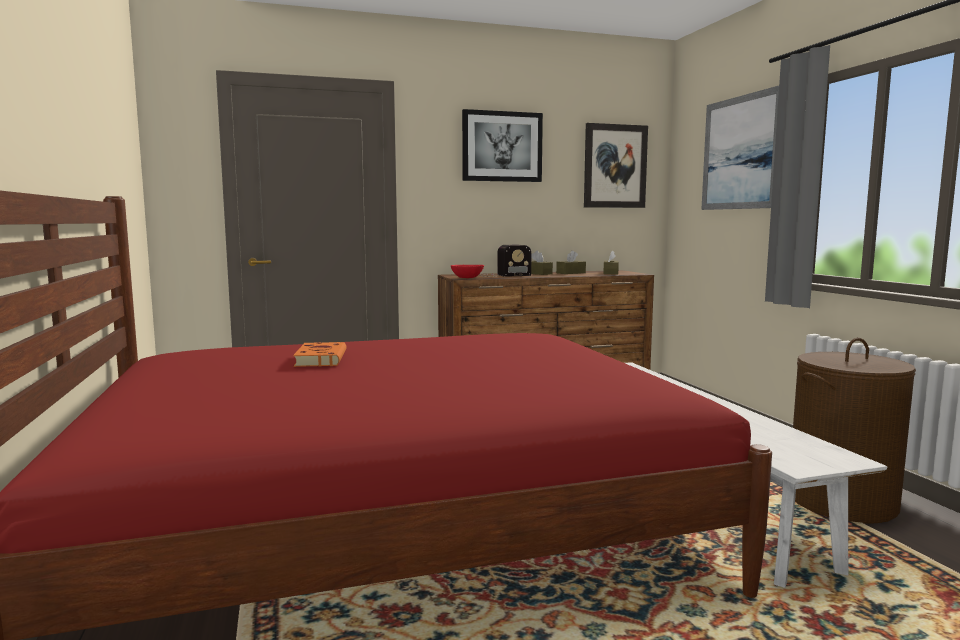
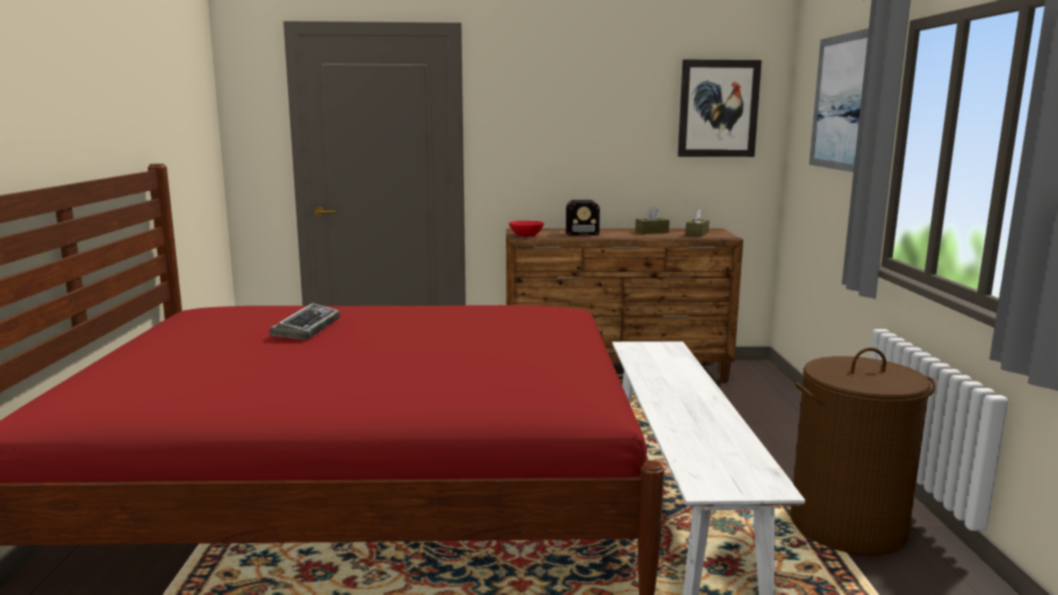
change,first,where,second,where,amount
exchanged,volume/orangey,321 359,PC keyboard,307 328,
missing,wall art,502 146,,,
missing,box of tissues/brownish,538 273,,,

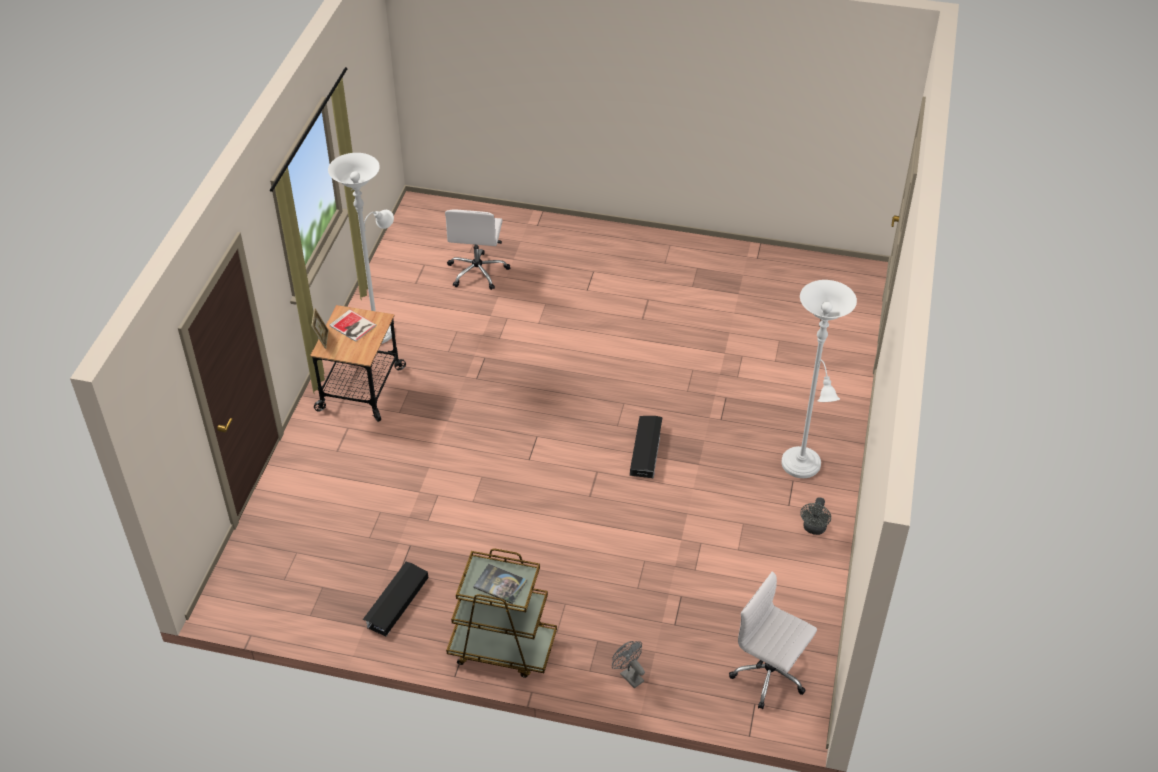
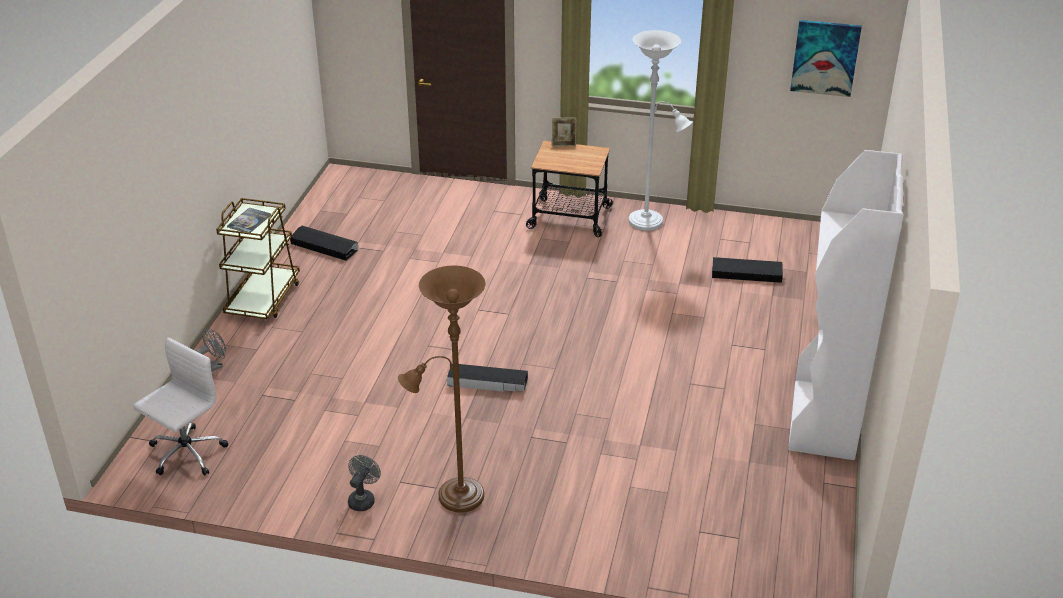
change,first,where,second,where,amount
missing,volume,353 326,,,
exchanged,office chair/whitish,478 271,storage container/black,746 274,
colour,standard lamp/whitish,802 467,standard lamp/brownish,455 497,
spun,fan/grey,814 529,,363 499,90 degrees clockwise
appeared,,,bookshelf/whitish,824 421,
appeared,,,wall art,825 58,

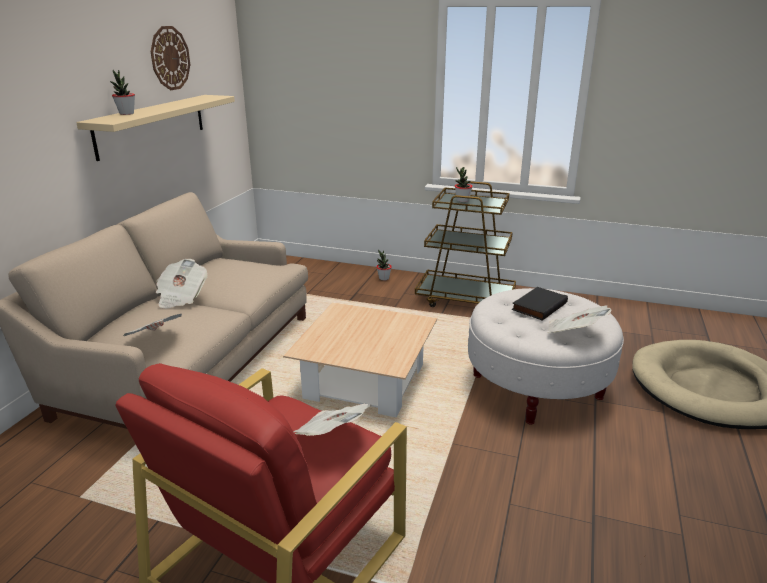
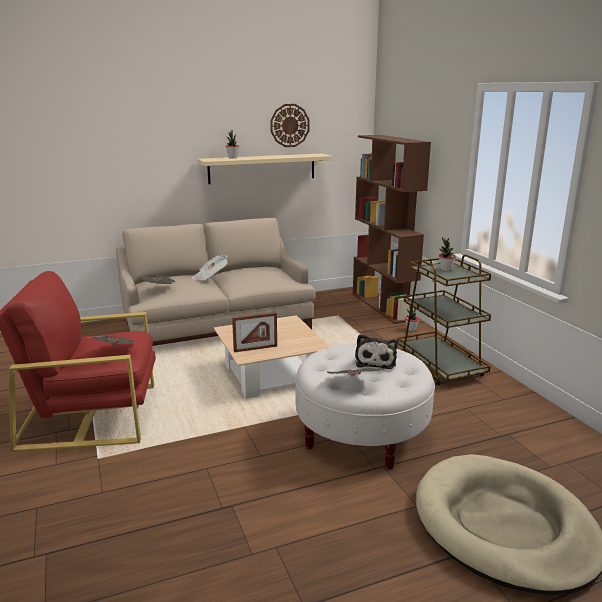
change,first,where,second,where,amount
exchanged,volume/black,538 306,plush toy,375 361,
appeared,,,standing frame,255 349,
appeared,,,bookshelf/brownish,383 306,

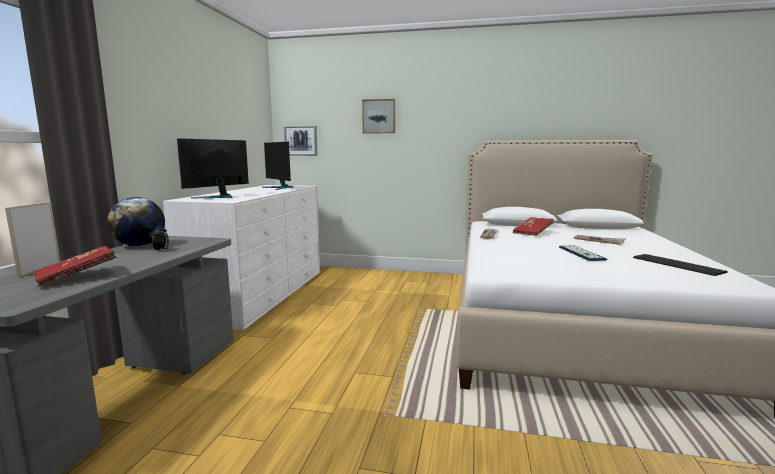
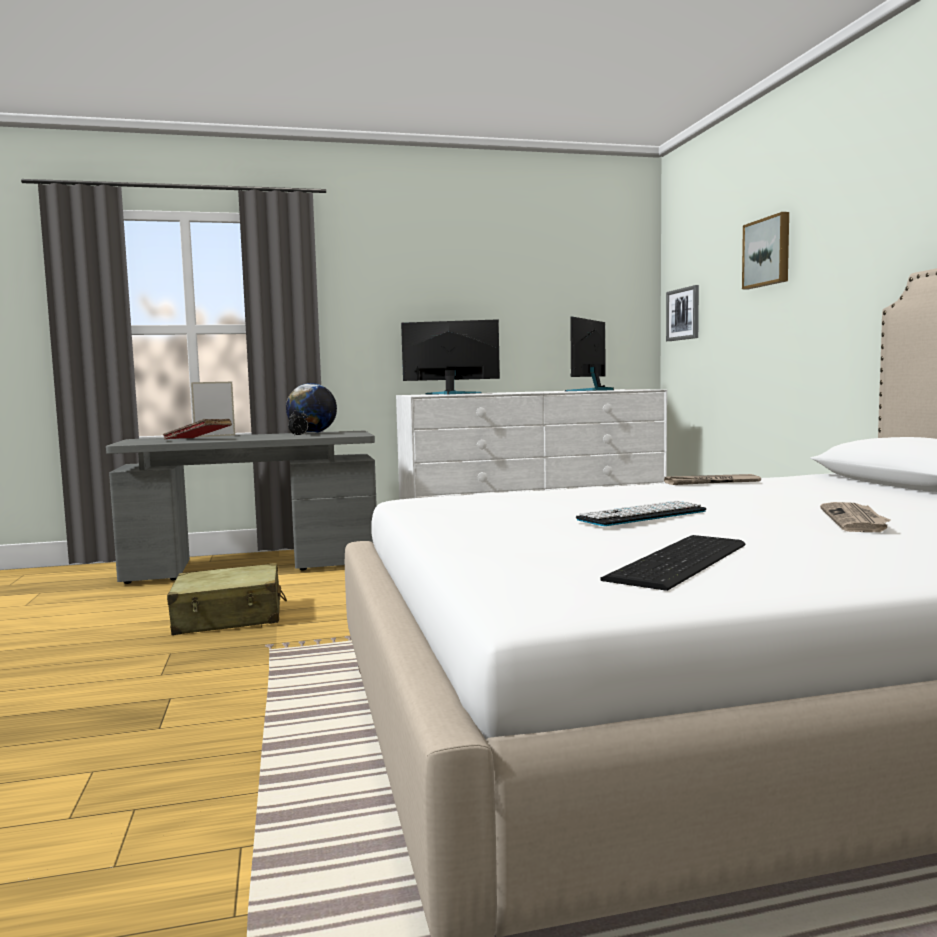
change,first,where,second,where,amount
missing,volume/reddish,533 233,,,
appeared,,,piece of luggage/beige-coloured,229 618,

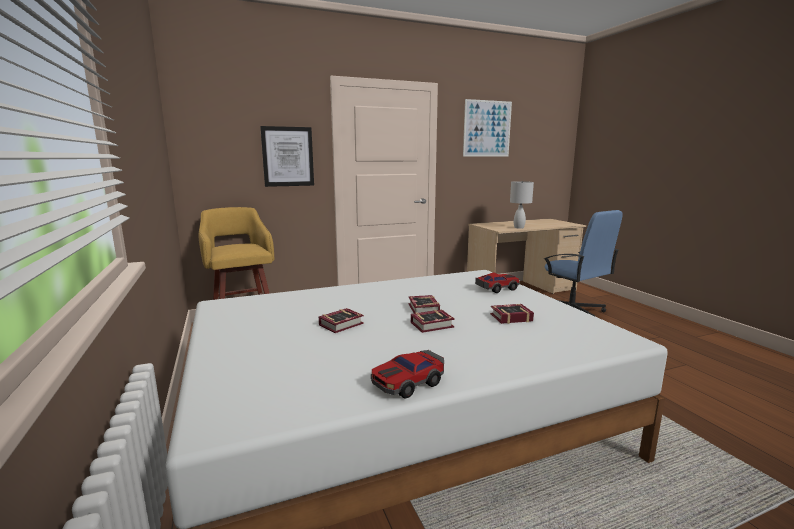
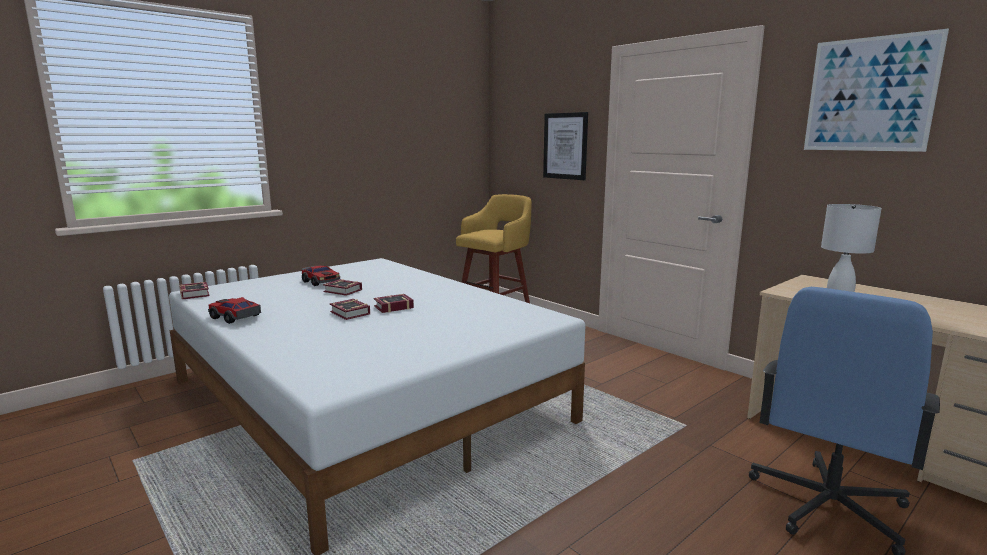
change,first,where,second,where,amount
relocated,miniature car,496 288,,321 281,
relocated,volume,509 317,,196 293,

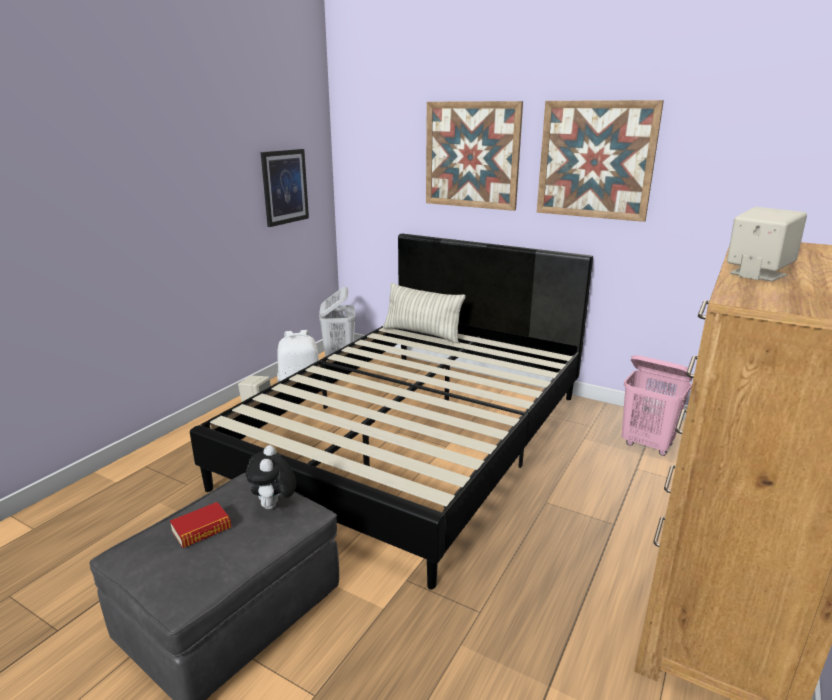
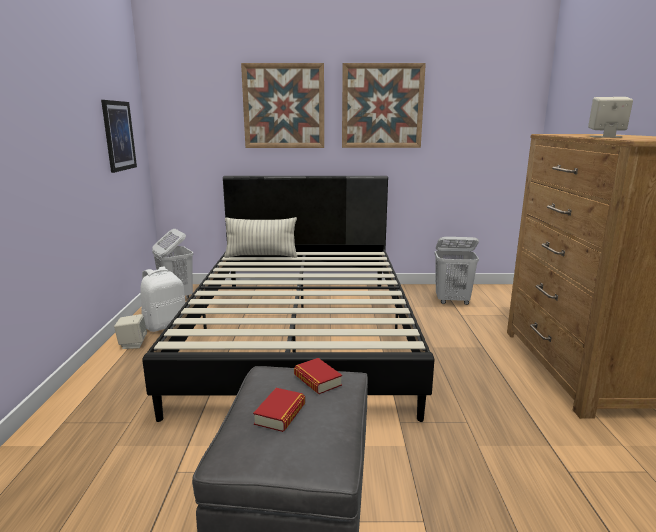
change,first,where,second,where,amount
exchanged,plush toy,274 506,volume,317 380,
colour,hamper/pink-coloured,647 445,hamper/whitish,452 301,

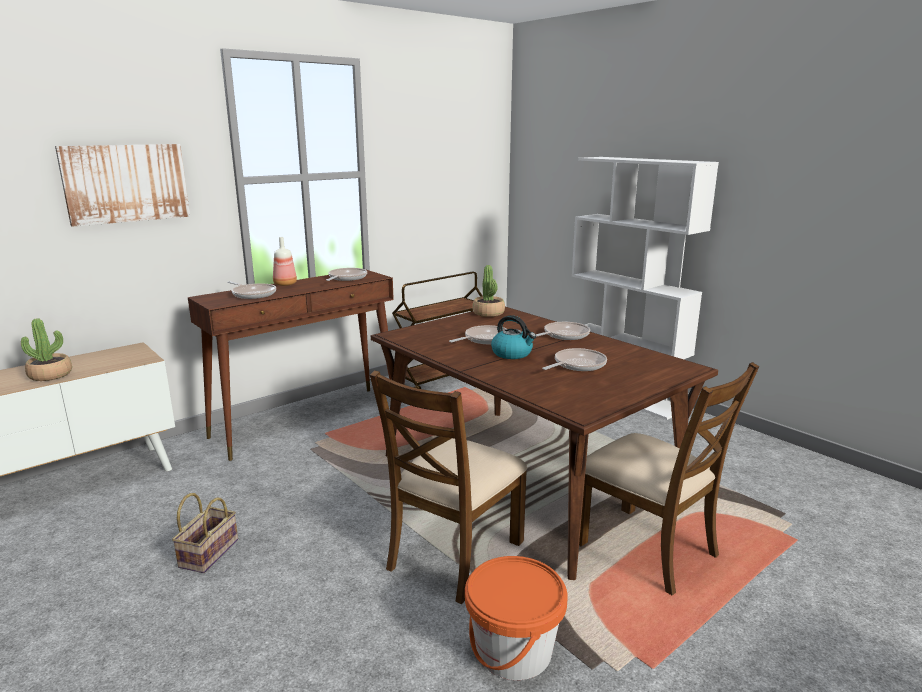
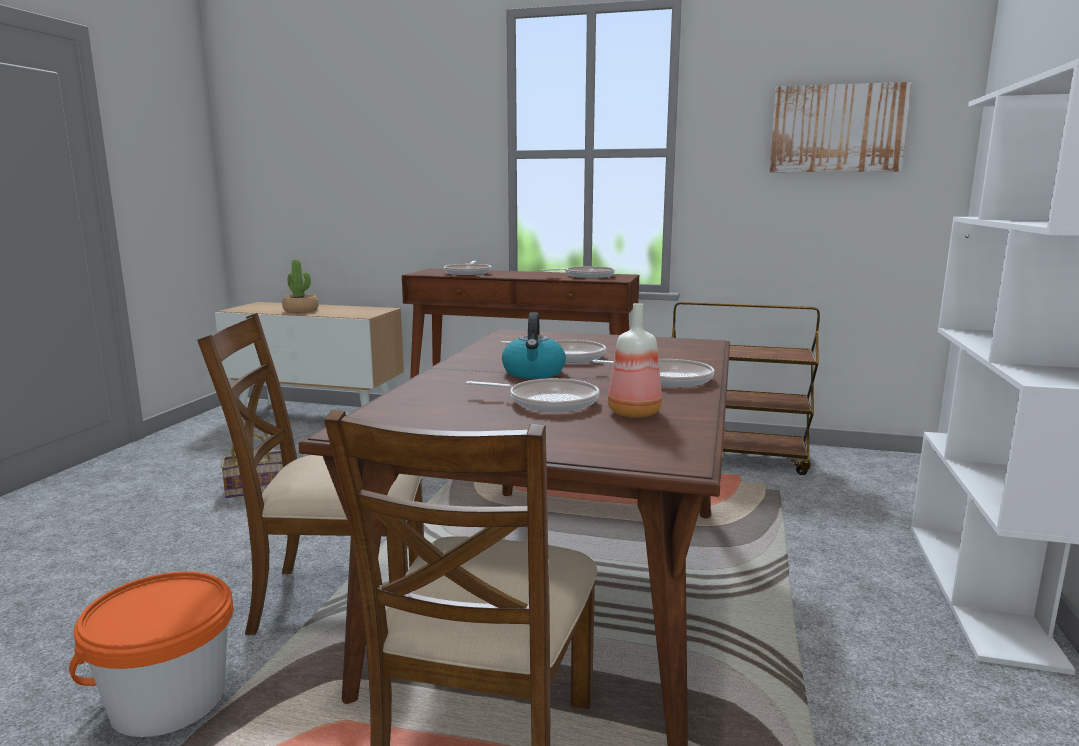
change,first,where,second,where,amount
relocated,wall art,126 183,,837 129,
relocated,beverage bottle,284 284,,632 412,
missing,plant in a pot,488 313,,,

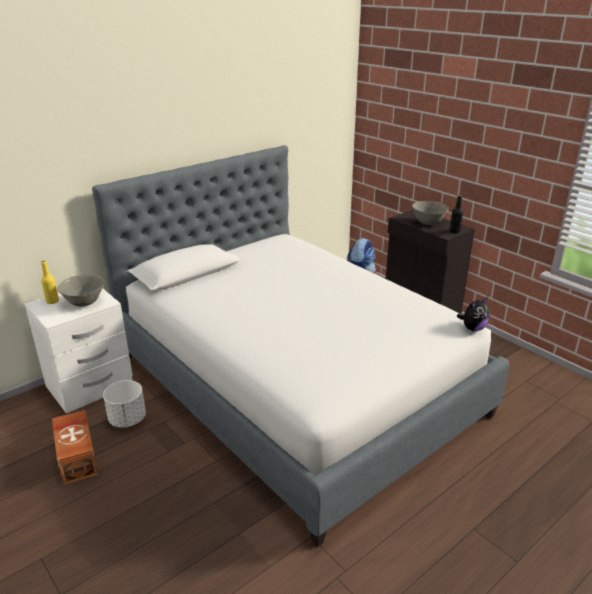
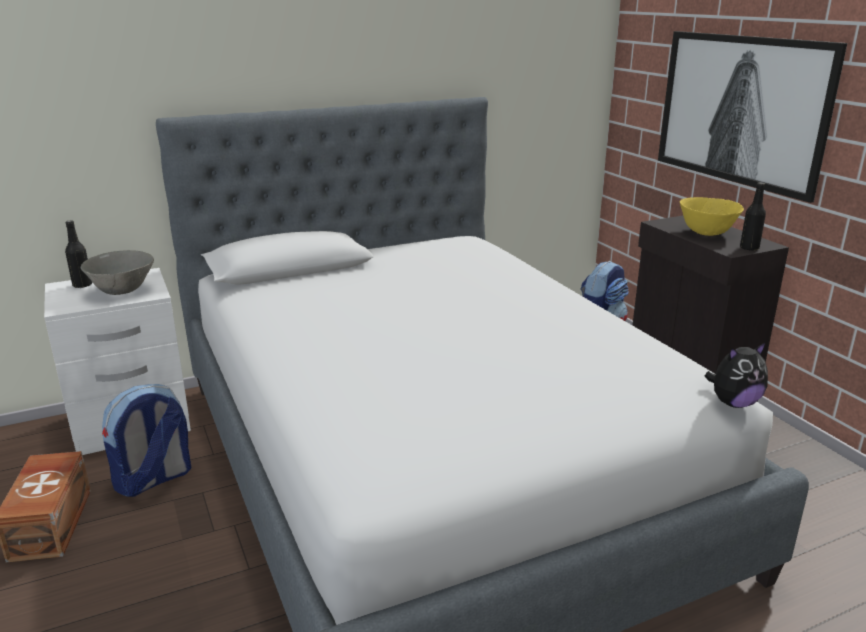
change,first,where,second,where,amount
colour,beverage bottle/yellowish,52 301,beverage bottle/black,82 285,
exchanged,plant pot/whitish,127 419,knapsack,153 480,
colour,bowl/grey,428 223,bowl/yellowish,706 233,
appeared,,,wall art,742 110,

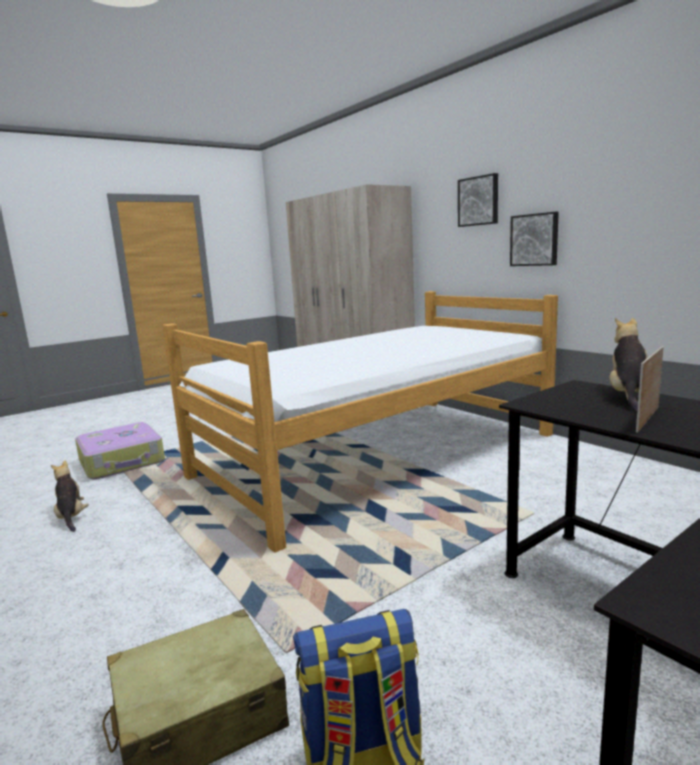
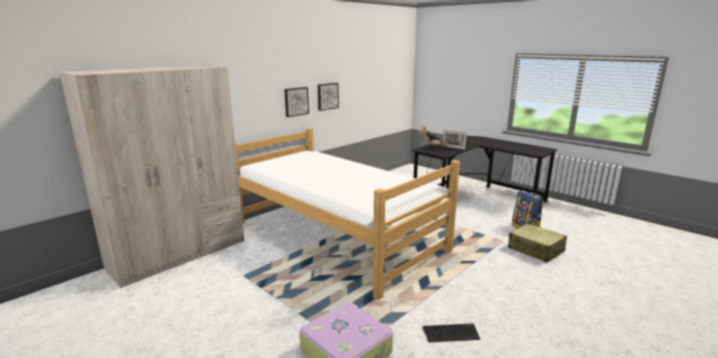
change,first,where,second,where,amount
exchanged,plush toy,71 516,PC keyboard,451 333,
relocated,wall art,479 201,,327 96,

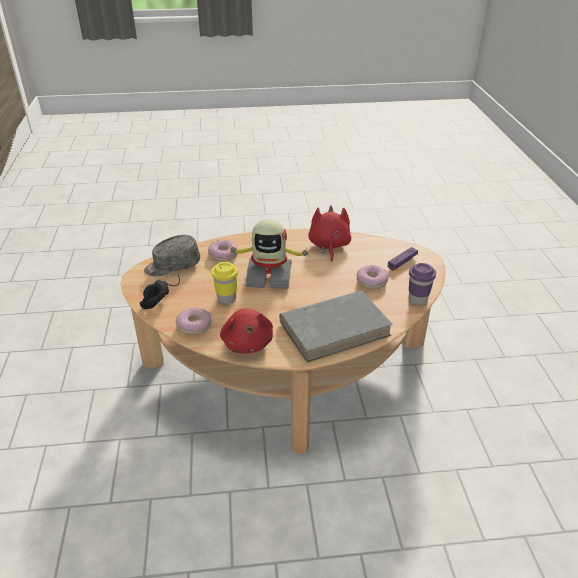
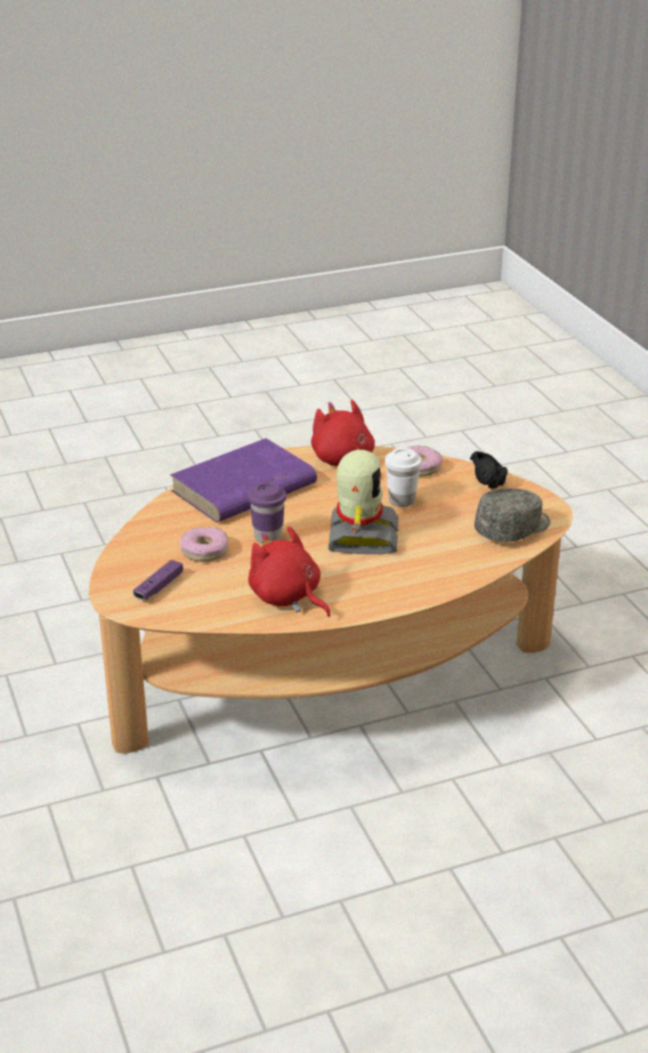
change,first,where,second,where,amount
missing,doughnut,223 255,,,
colour,drinking cup/yellowish,226 298,drinking cup/whitish,401 500,
spun,toy robot,269 276,,361 536,105 degrees clockwise
colour,volume/grey,335 328,volume/purplish,243 488,
spun,plush toy/reddish,329 246,,287 598,150 degrees clockwise
relocated,drinking cup/purplish,418 299,,268 537,

